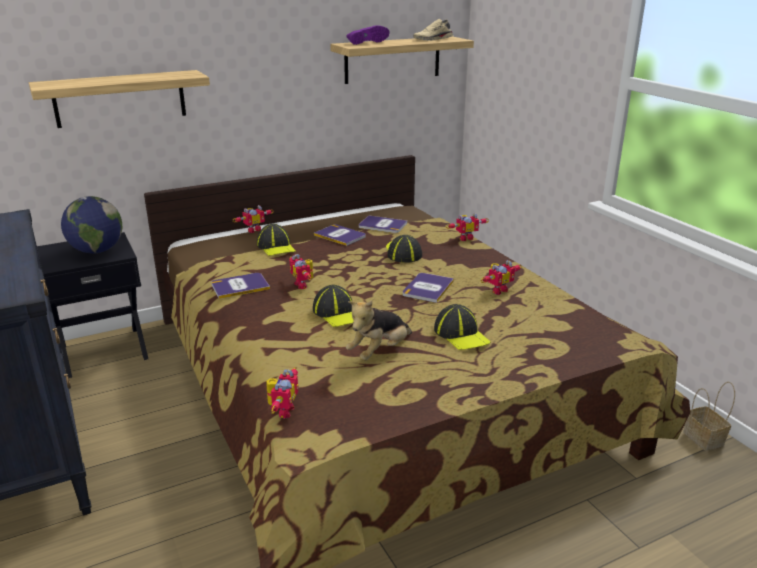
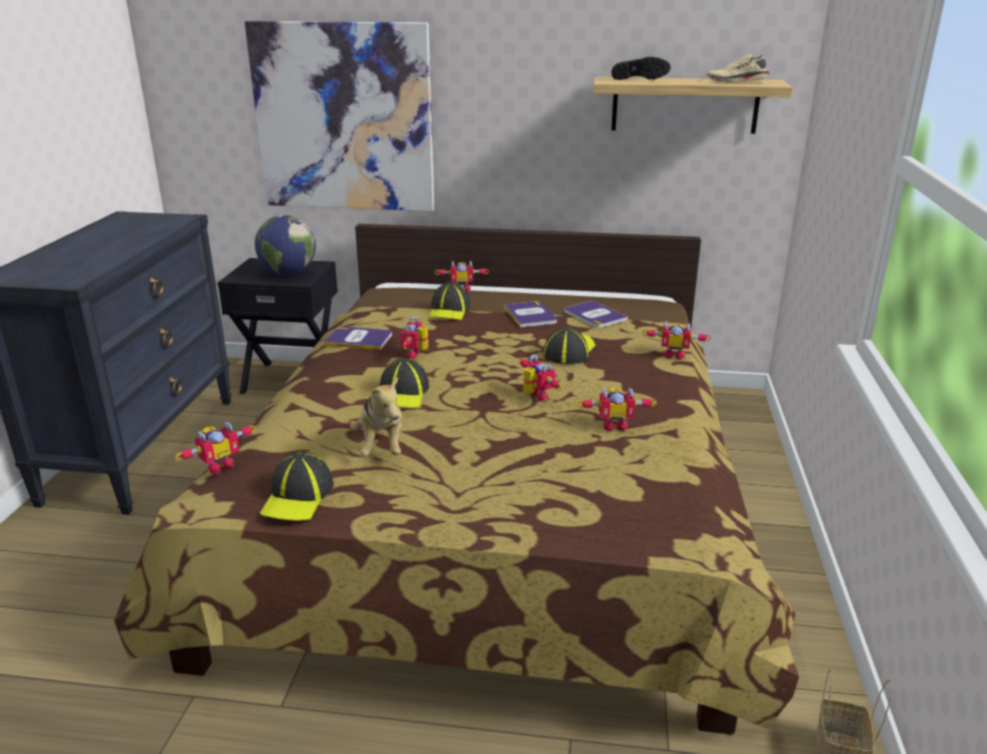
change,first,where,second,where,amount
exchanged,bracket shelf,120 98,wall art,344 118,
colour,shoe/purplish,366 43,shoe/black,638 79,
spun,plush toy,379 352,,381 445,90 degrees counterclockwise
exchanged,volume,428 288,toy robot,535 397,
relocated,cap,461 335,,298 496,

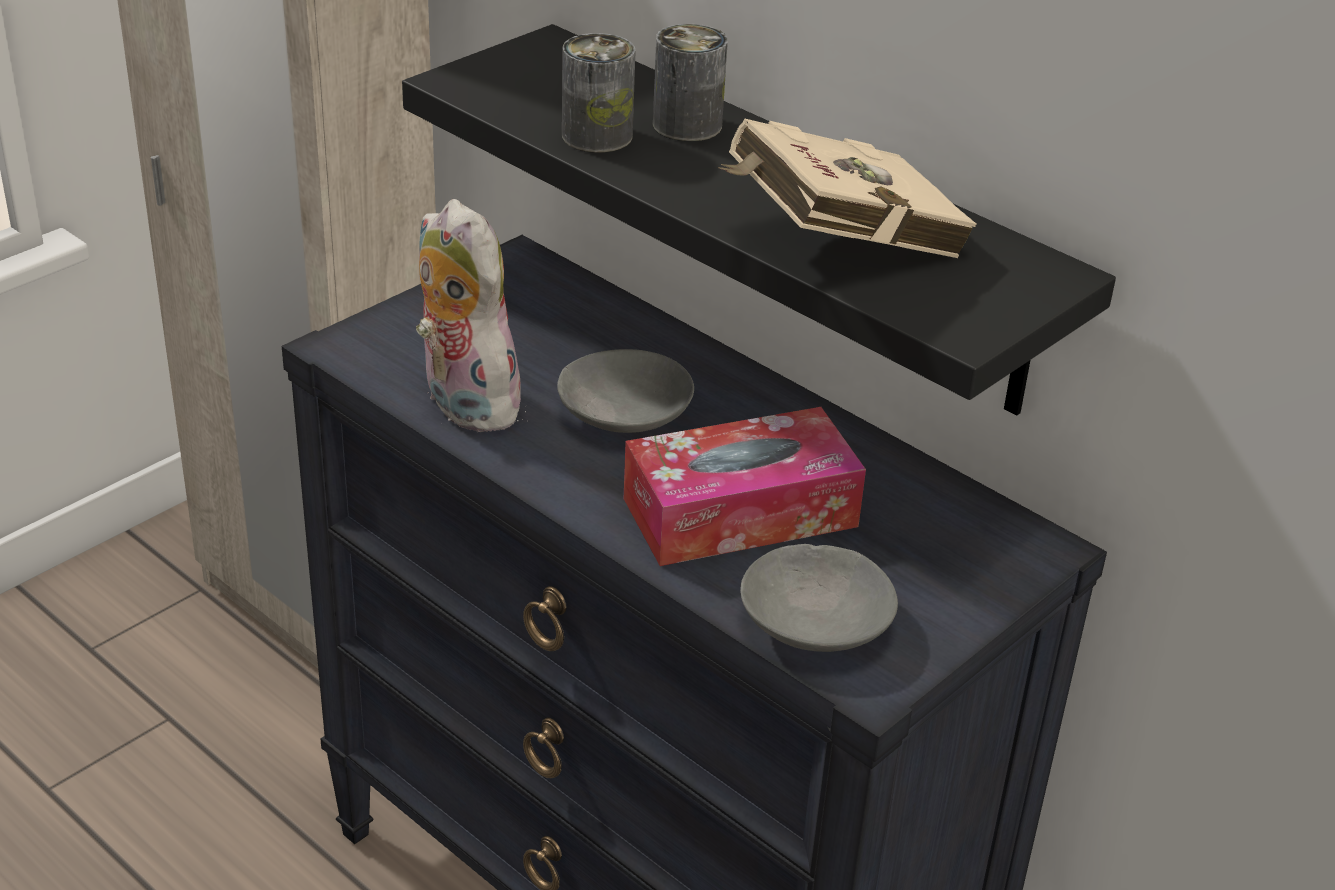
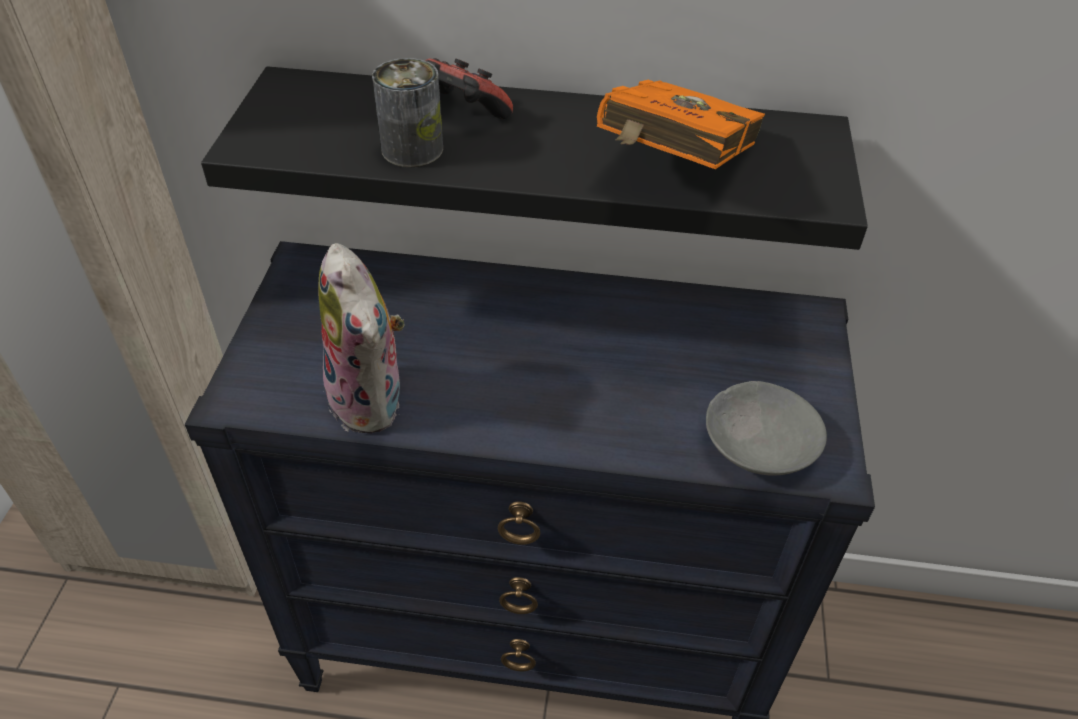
change,first,where,second,where,amount
spun,plush toy,463 403,,373 401,135 degrees counterclockwise
missing,bowl/grey,623 413,,,
missing,box of tissues,740 512,,,
exchanged,sealed can,687 125,gamepad,464 113,
colour,volume/beige-coloured,834 243,volume/orangey,672 167,

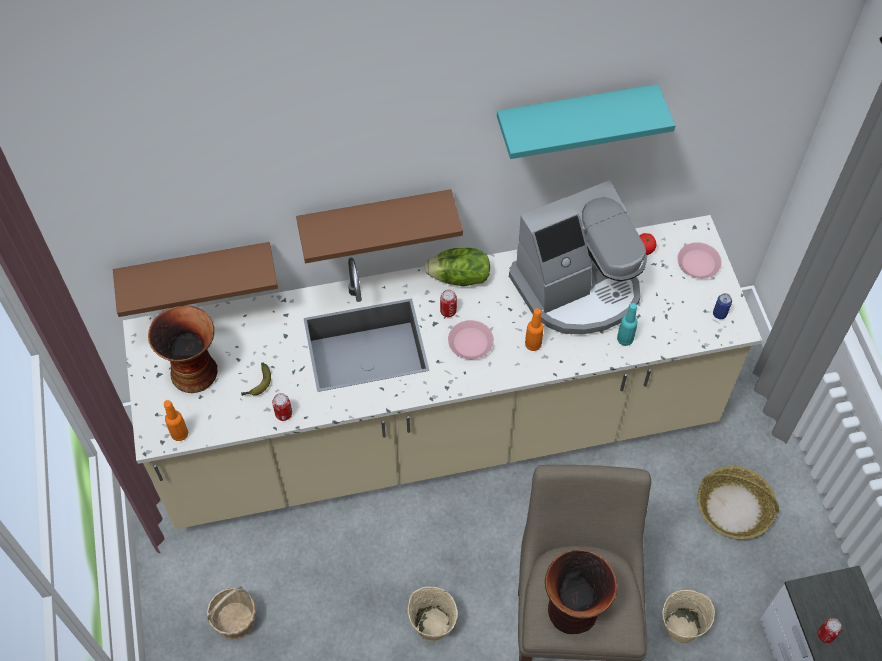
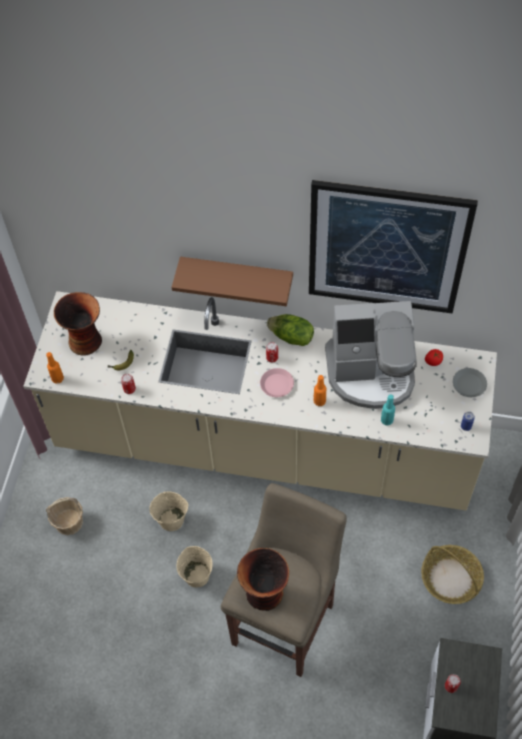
change,first,where,second,where,amount
missing,bracket shelf/brownish,196 272,,,
exchanged,bracket shelf/turquoise,575 119,wall art,386 248,
relocated,pail/beige-coloured,682 626,,172 520,
colour,plate/pink-coloured,698 263,plate/grey,469 384,

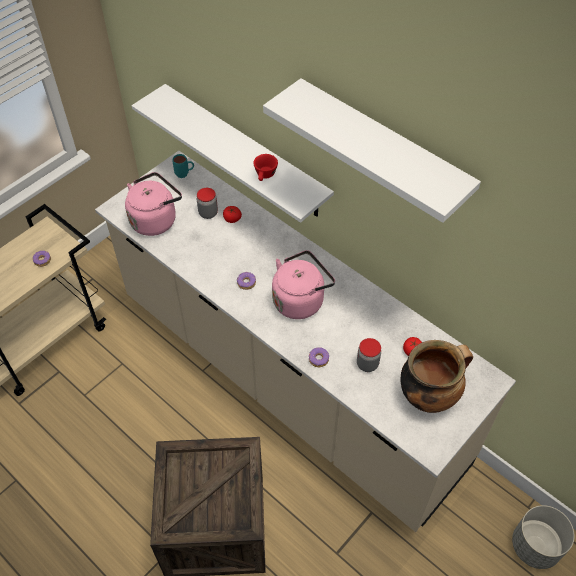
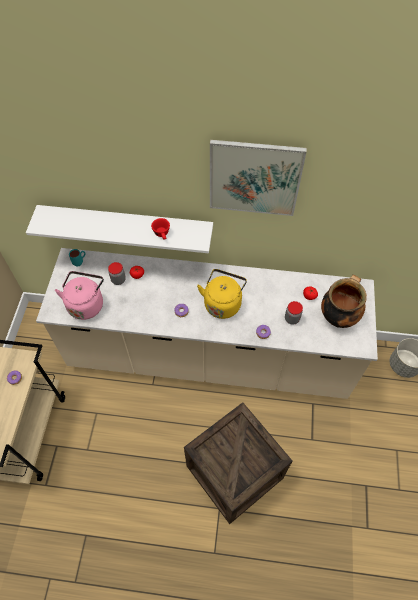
change,first,where,second,where,amount
exchanged,bracket shelf/whitish,382 148,wall art,254 178,
colour,kettle/pink-coloured,300 300,kettle/yellowish,223 303,

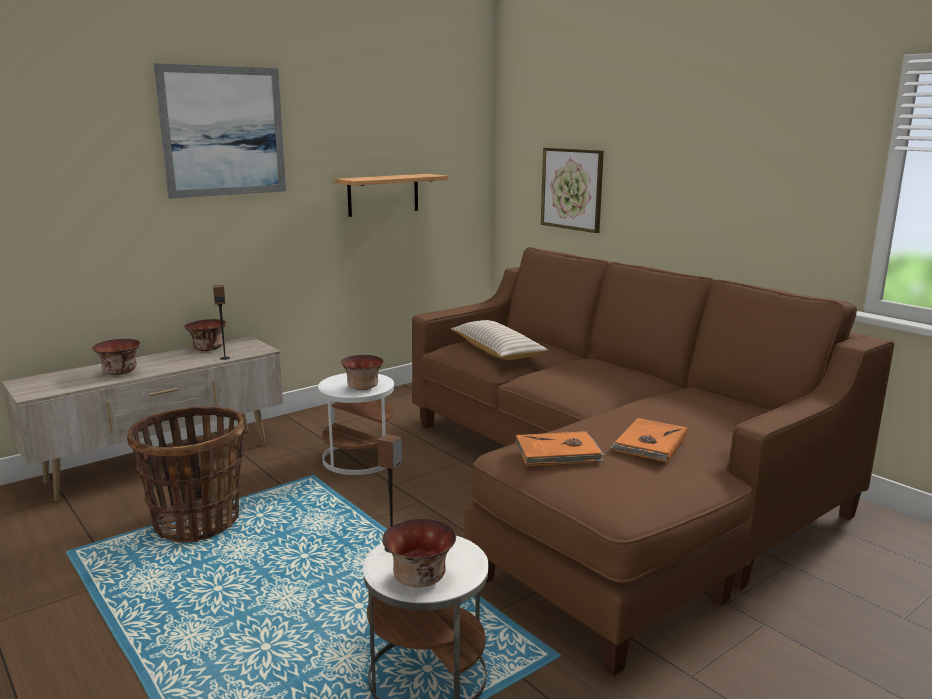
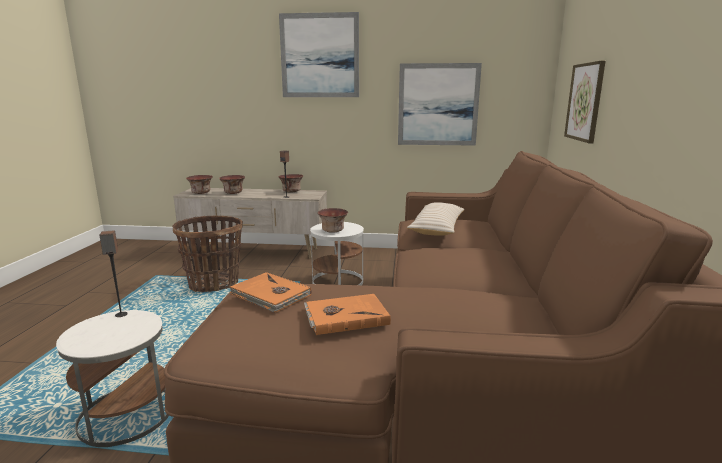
change,first,where,second,where,amount
exchanged,bracket shelf,383 194,wall art,438 105,
relocated,bowl,420 578,,201 193,

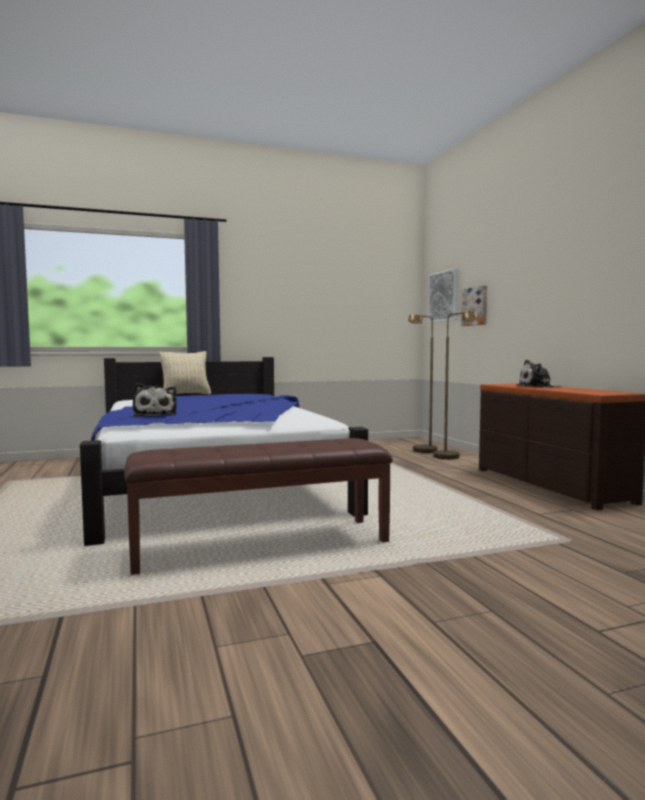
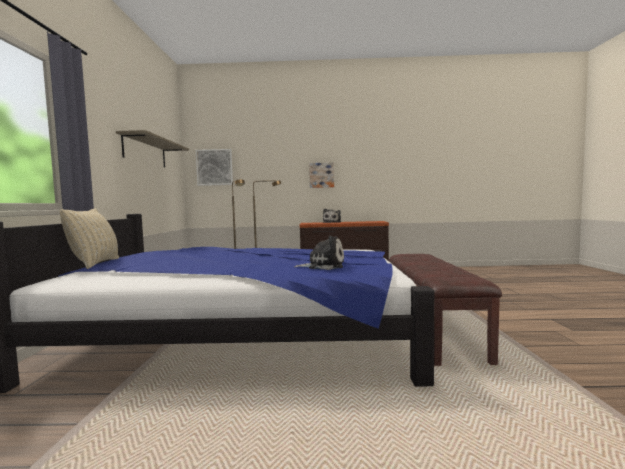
change,first,where,second,where,amount
relocated,wall art,475 306,,321 175,
appeared,,,bracket shelf,145 152,

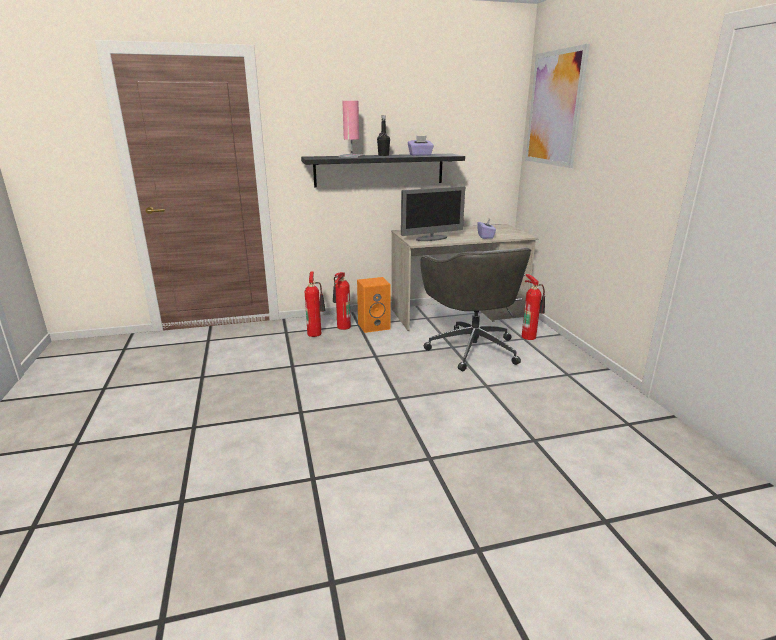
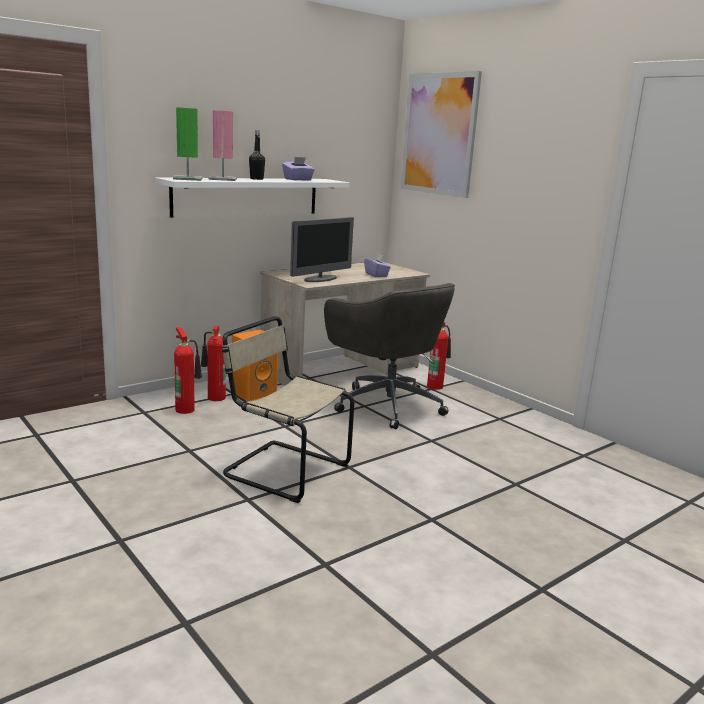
change,first,where,second,where,amount
colour,bracket shelf/black,379 170,bracket shelf/whitish,247 196,
appeared,,,tabletop lamp/green,188 179,
appeared,,,chair/beige-coloured,282 469,

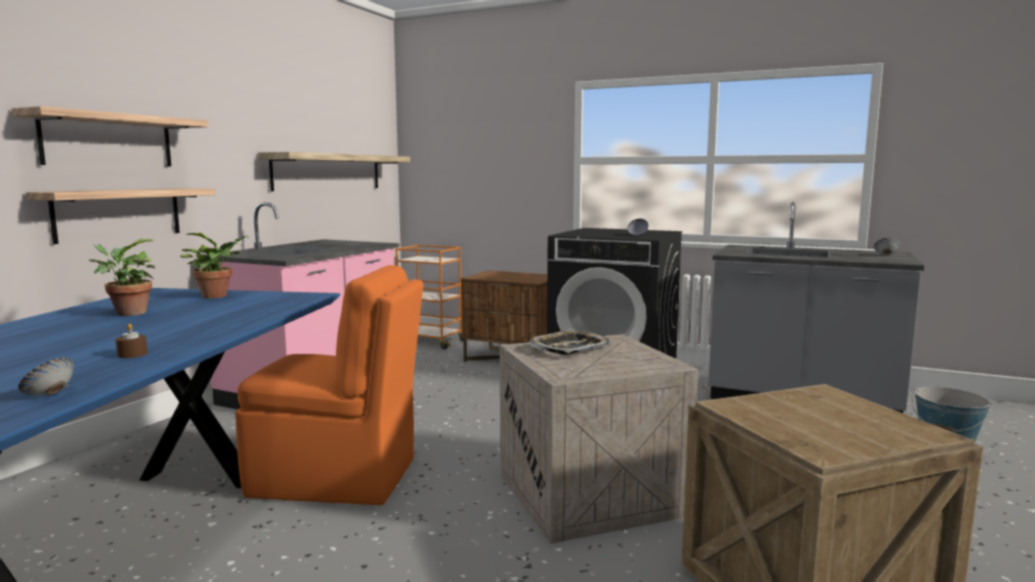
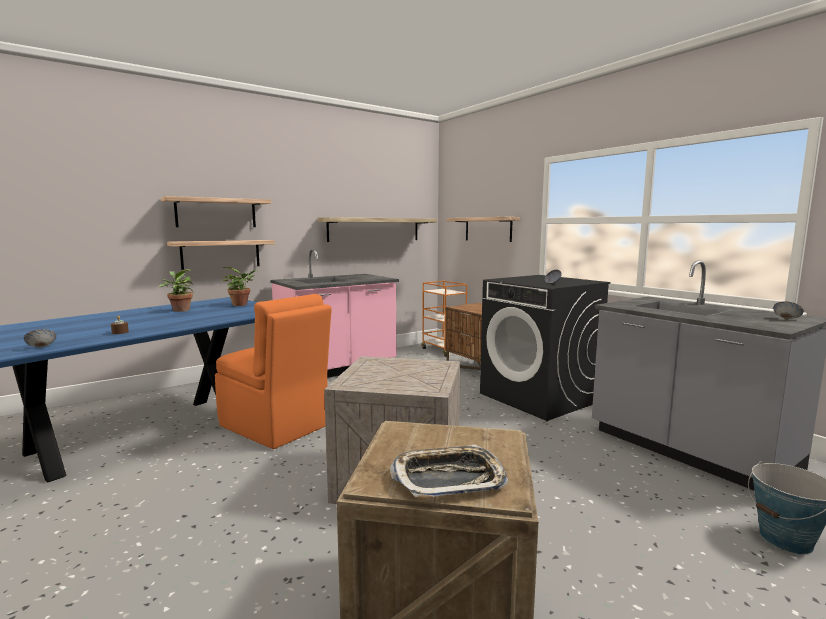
change,first,where,second,where,amount
relocated,tray,569 348,,448 478,
appeared,,,bracket shelf,488 229,

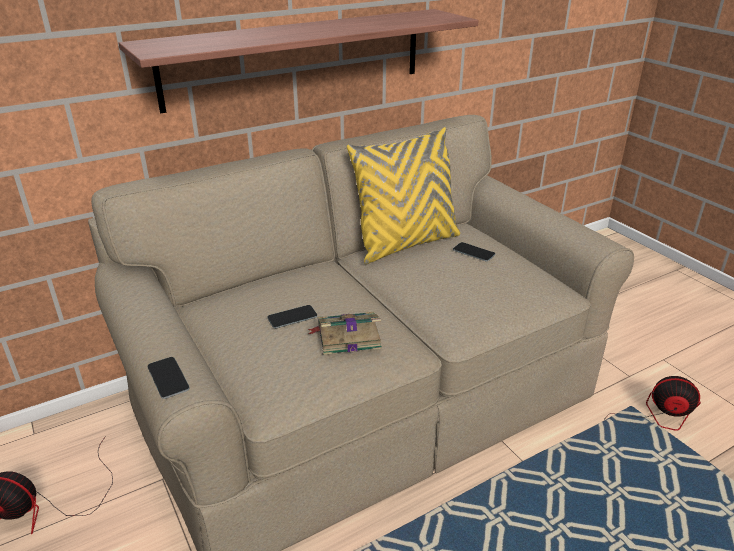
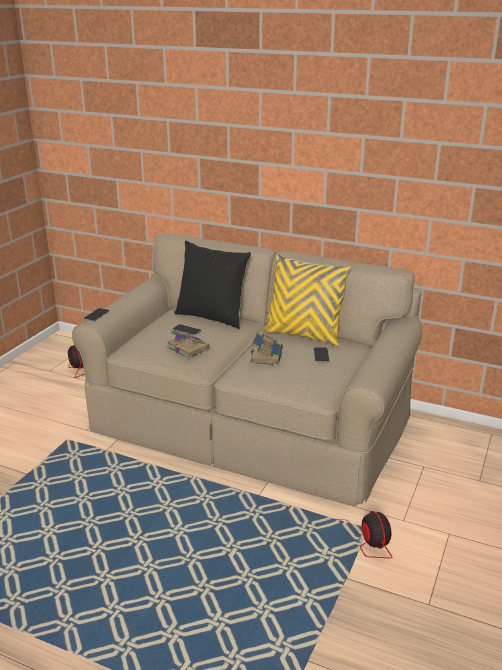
change,first,where,second,where,amount
missing,bracket shelf,296 58,,,
appeared,,,throw pillow/black,212 316,
appeared,,,volume,266 355,

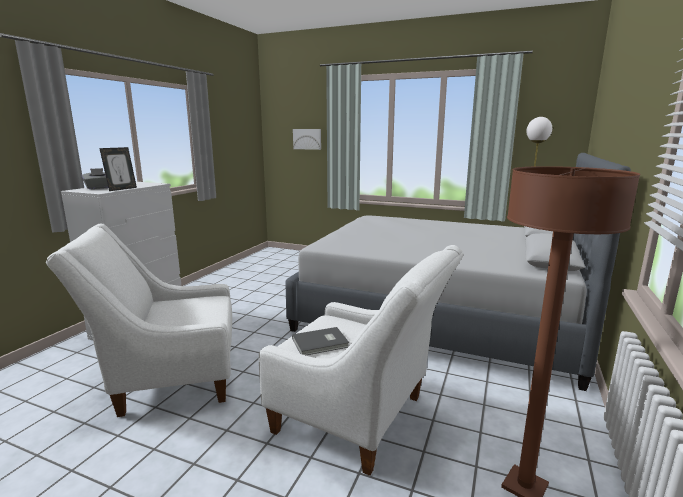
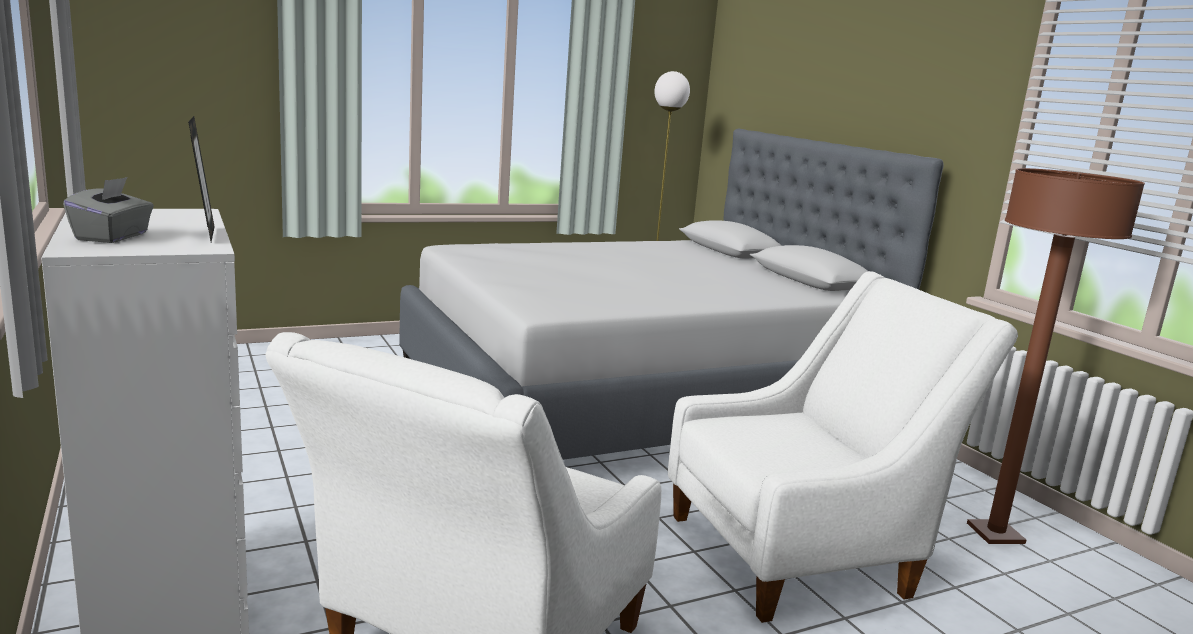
change,first,where,second,where,amount
missing,volume/grey,321 343,,,
missing,wall art,307 139,,,

